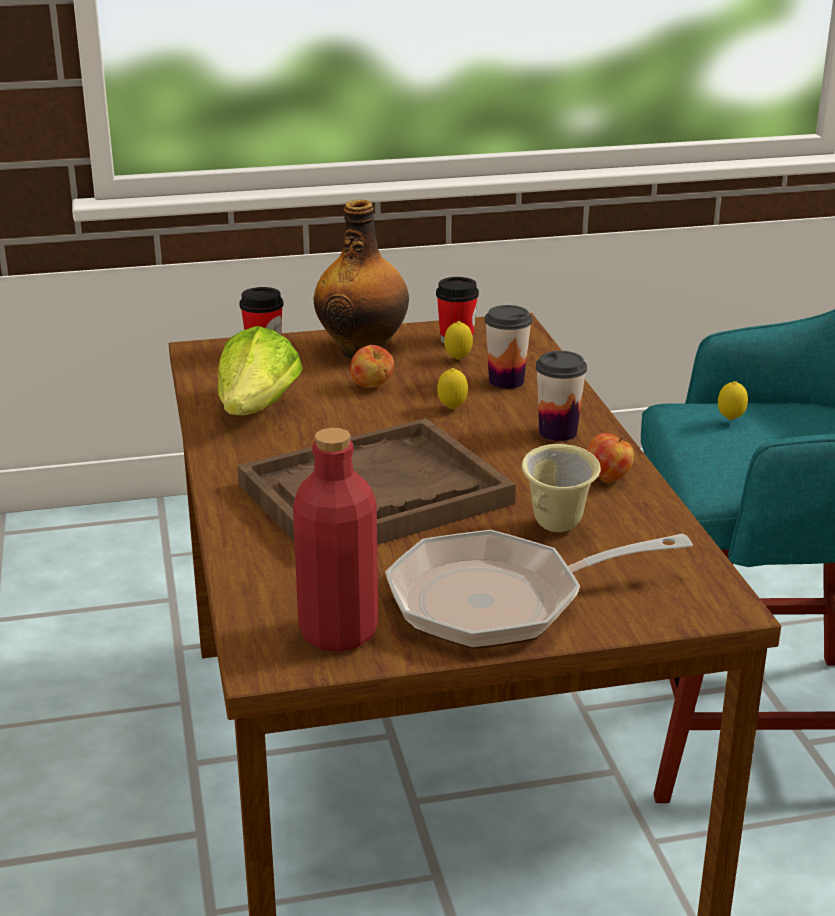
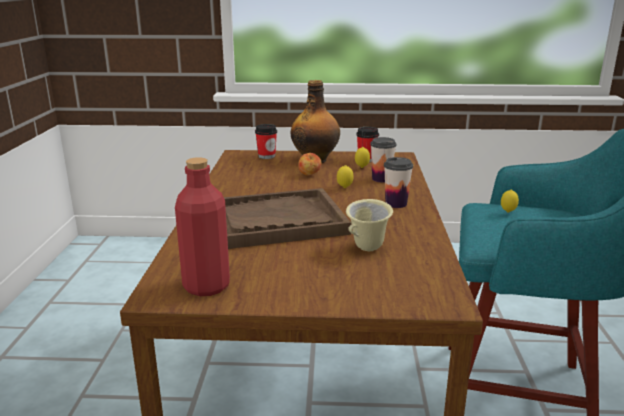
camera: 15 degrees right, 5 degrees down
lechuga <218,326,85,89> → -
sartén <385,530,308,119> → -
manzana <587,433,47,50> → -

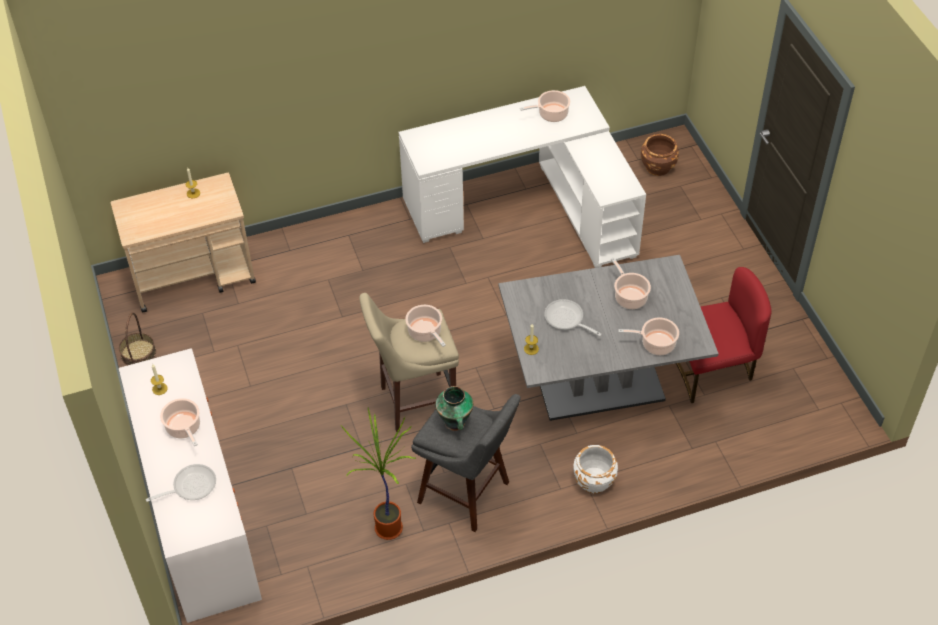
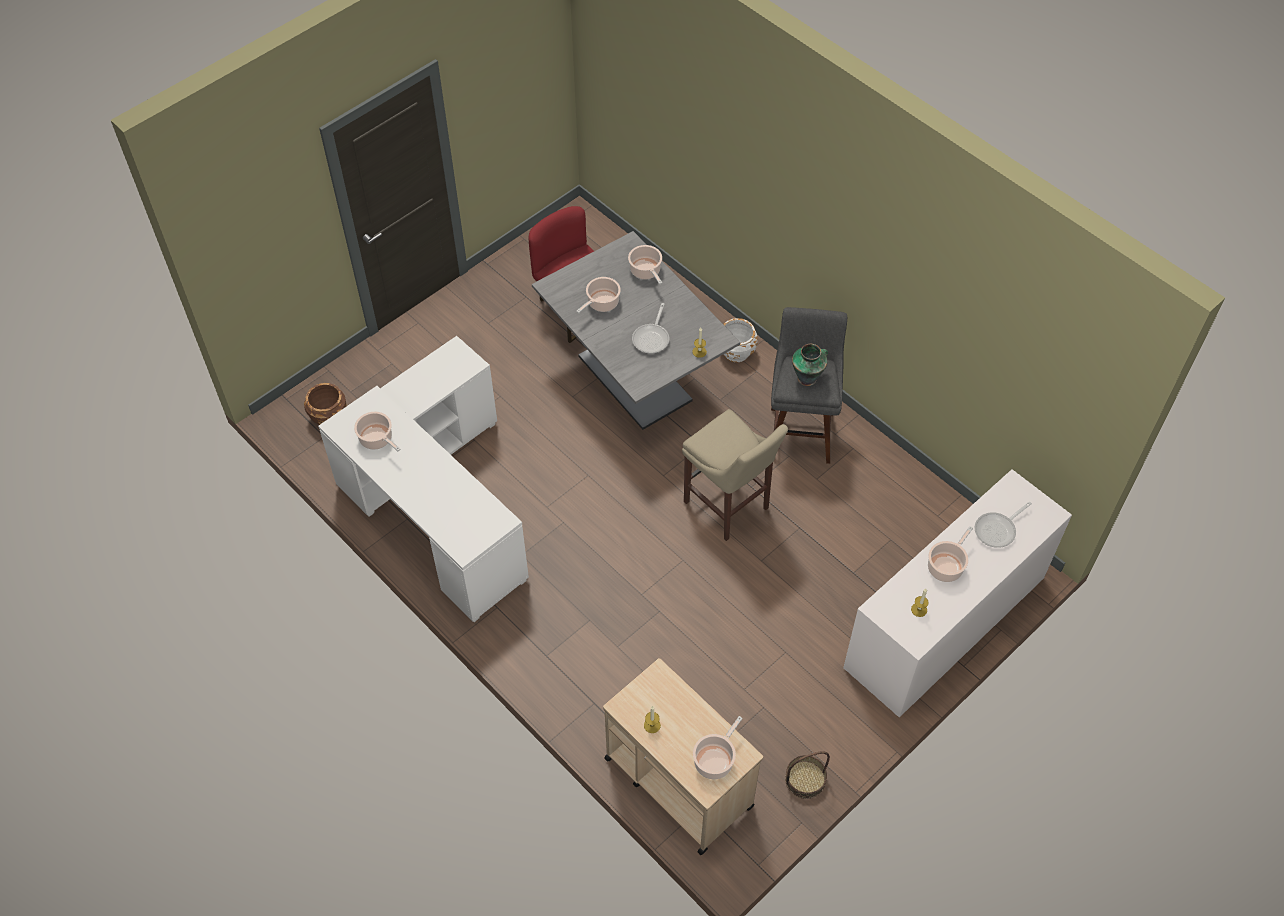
camera: 115 degrees left, 5 degrees up
sartén <146,464,70,38> → sartén <974,502,58,46>, 75 degrees counterclockwise
planta en maceta <341,407,75,133> → -
olla <405,305,41,42> → olla <693,716,50,63>, relocated

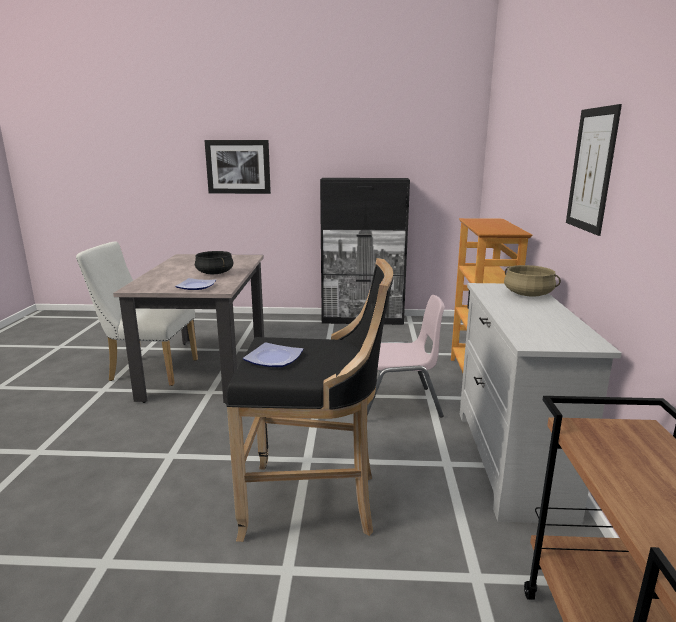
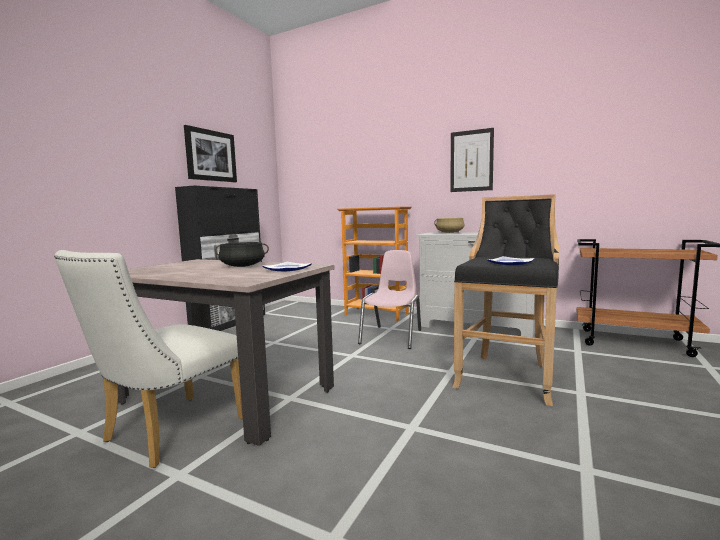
camera: 65 degrees left, 10 degrees down
cuadro <204,140,67,54> → cuadro <184,125,53,57>, relocated

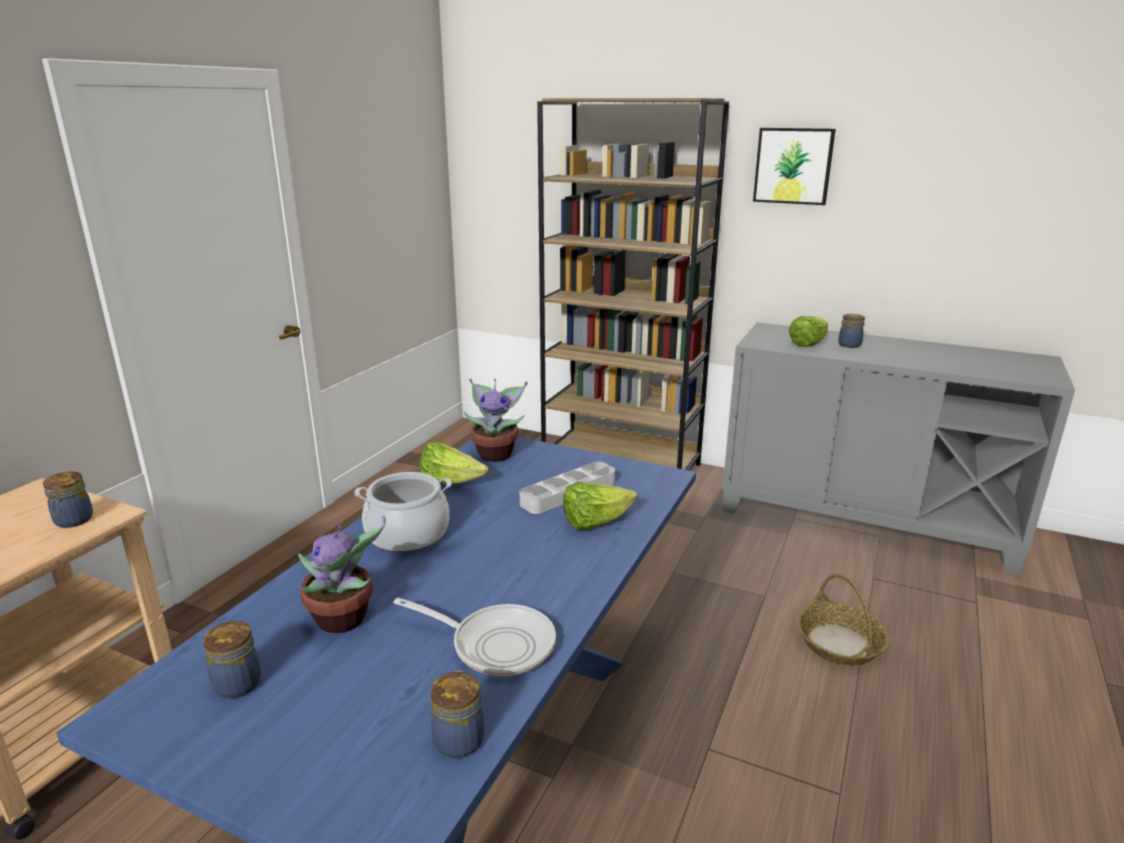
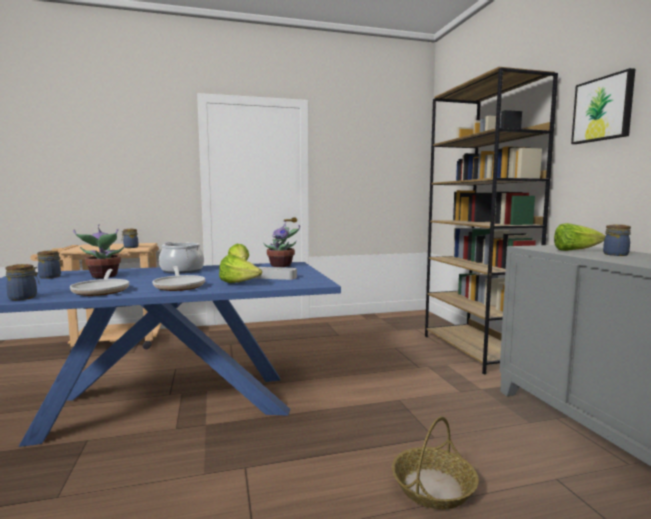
camera: 50 degrees right, 15 degrees down
- → sartén <152,266,53,25>

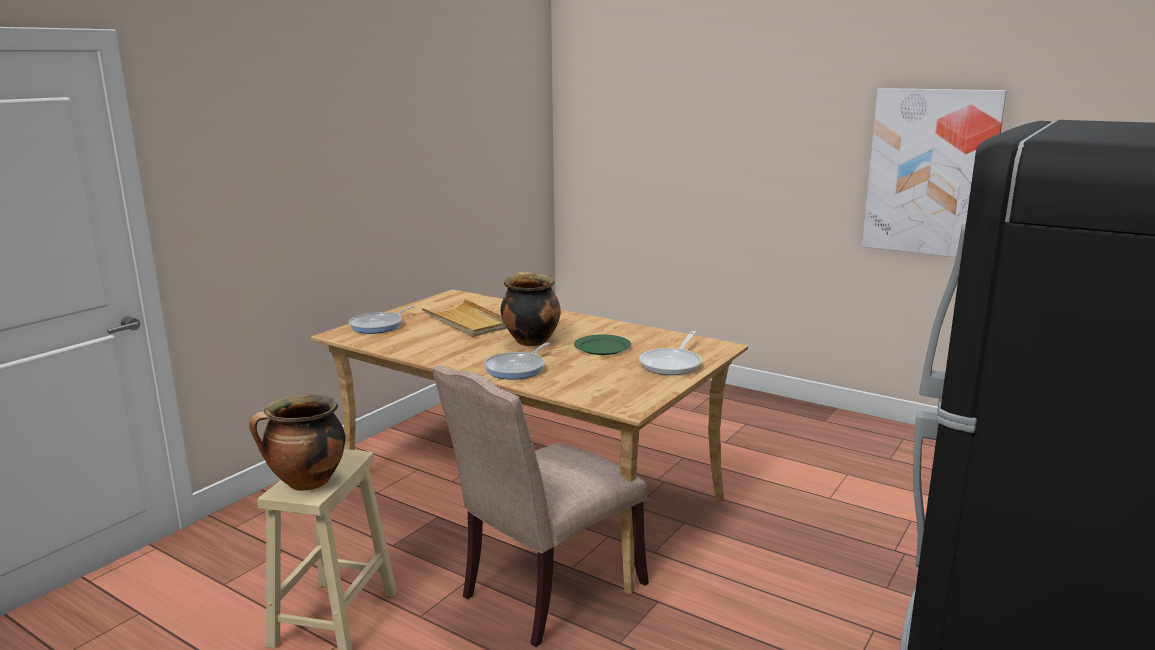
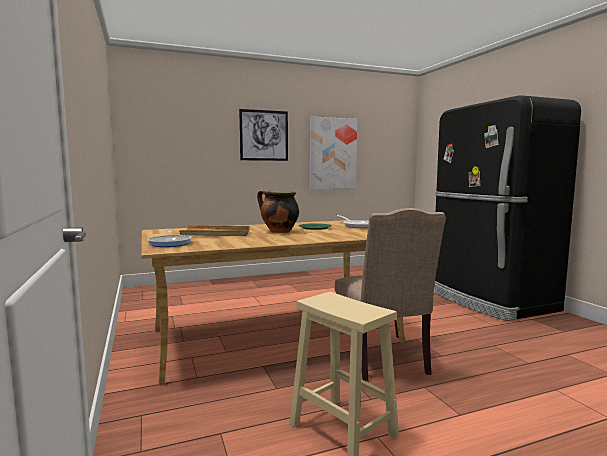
camera: 55 degrees left, 10 degrees down
olla <249,394,96,97> → -
sartén <484,343,66,37> → -
- → cuadro <239,109,49,52>

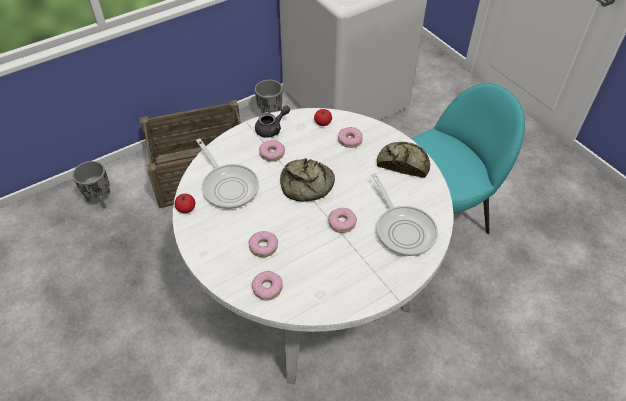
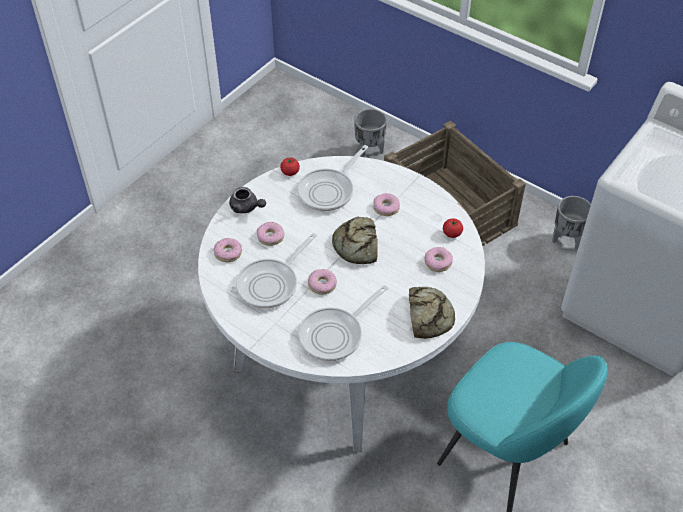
camera: 70 degrees right, 0 degrees up
tetera (gris) <255,105,35,33> → tetera (gris) <229,187,37,26>, relocated
- → sartén <236,233,81,75>

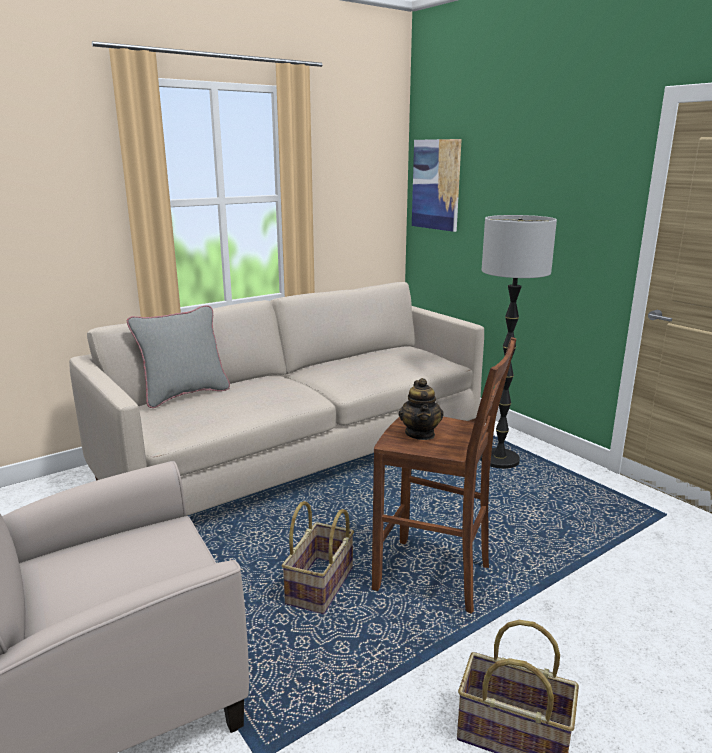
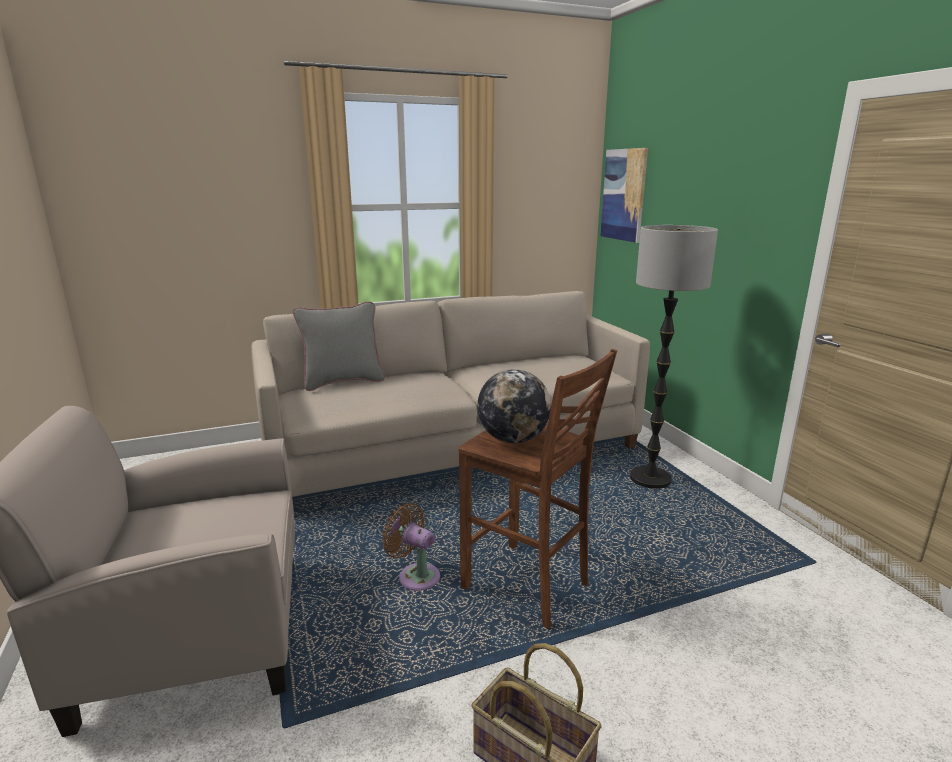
camera: 15 degrees right, 0 degrees up
cesta <282,501,72,113> → ventilador (marrón) <382,503,58,87>
tetera <398,378,46,62> → globo terráqueo <477,369,74,74>

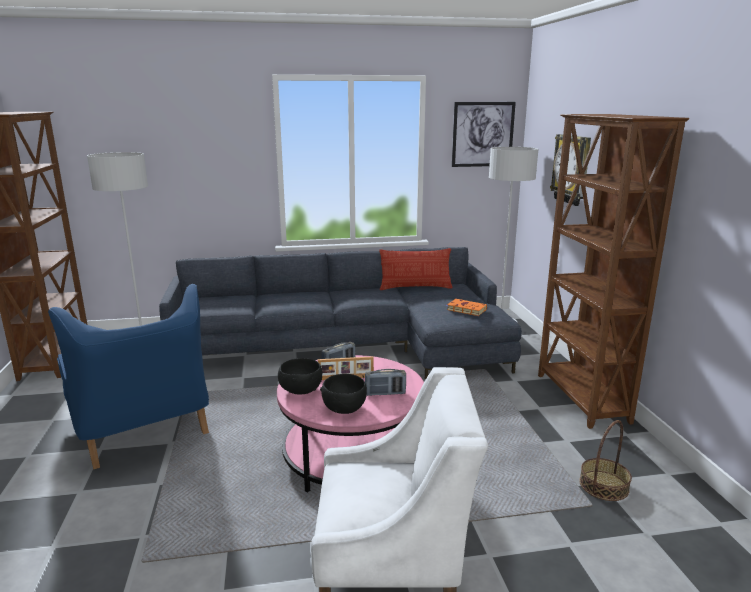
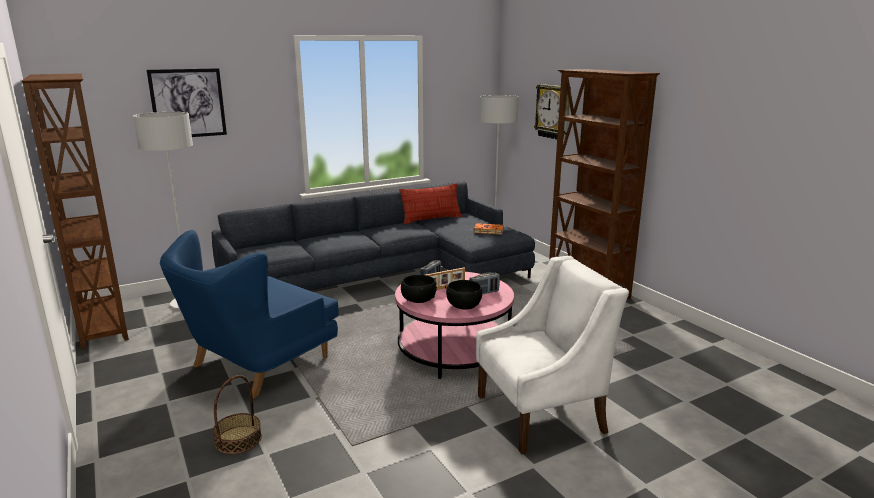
camera: 20 degrees left, 0 degrees up
sillón (azul) <48,284,161,185> → sillón (azul) <160,230,179,169>, 90 degrees clockwise
cuadro <452,102,64,65> → cuadro <147,68,80,69>, relocated
cesta <579,420,53,81> → cesta <213,375,49,79>, relocated

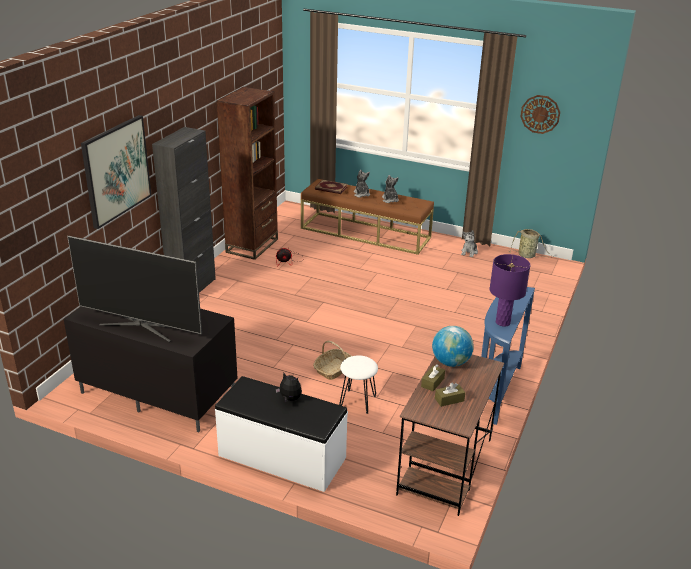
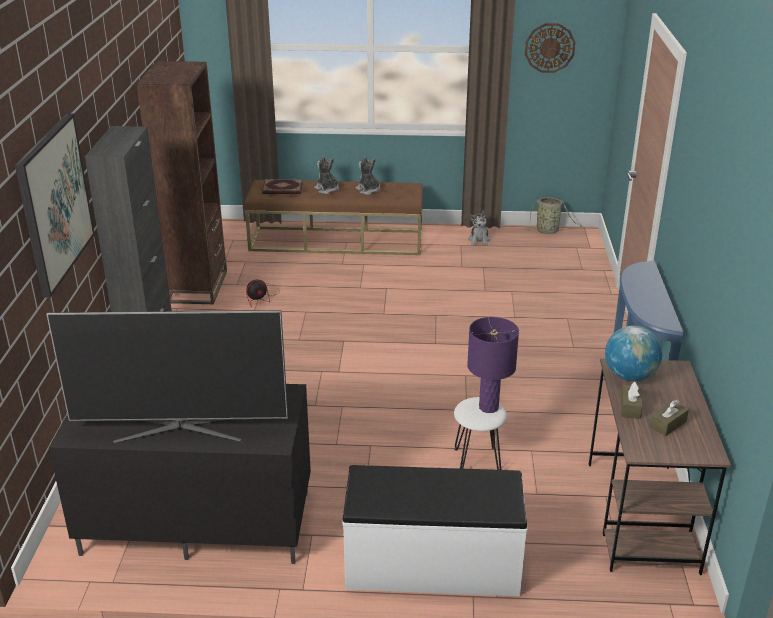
camera: 20 degrees left, 0 degrees up
peluche <275,373,27,31> → -
cesta <313,341,39,39> → -
lámpara de mesa (morado) <490,254,40,73> → lámpara de mesa (morado) <467,317,52,96>, relocated

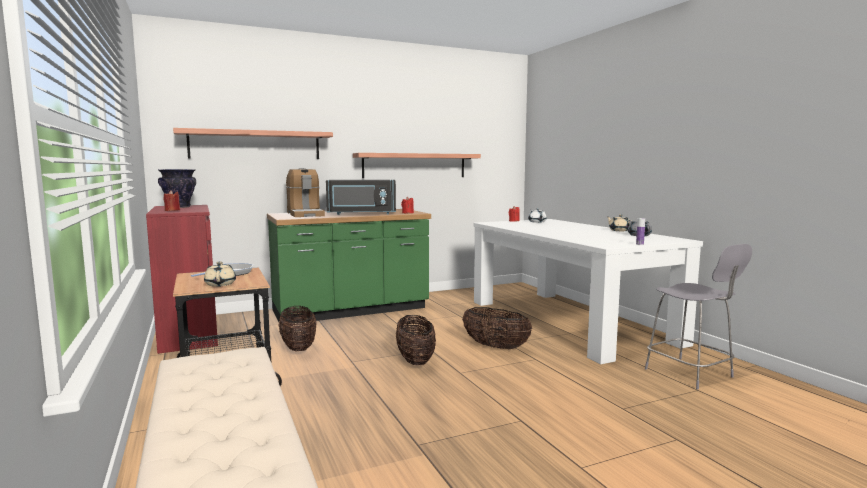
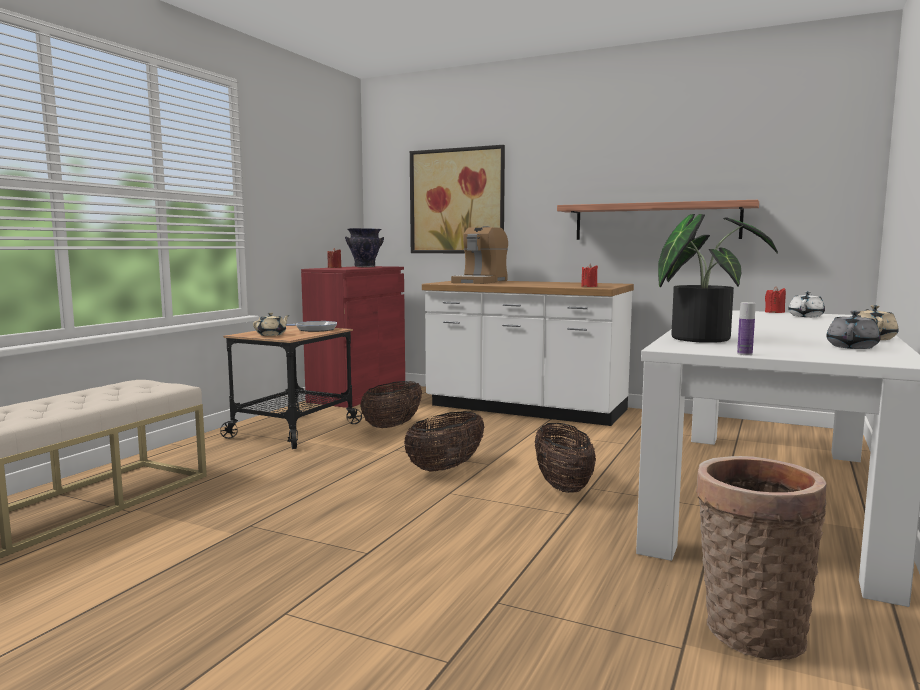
camera: 50 degrees right, 0 degrees up
estante <173,128,160,31> → cuadro <410,145,95,108>
mueble bajo de cocina (verde) <267,209,164,115> → mueble bajo de cocina (blanco) <422,281,212,145>
microondas (negro) <326,180,70,35> → -
silla (gris) <645,244,107,146> → cesta <695,456,132,204>
- → planta en maceta <658,214,120,129>

